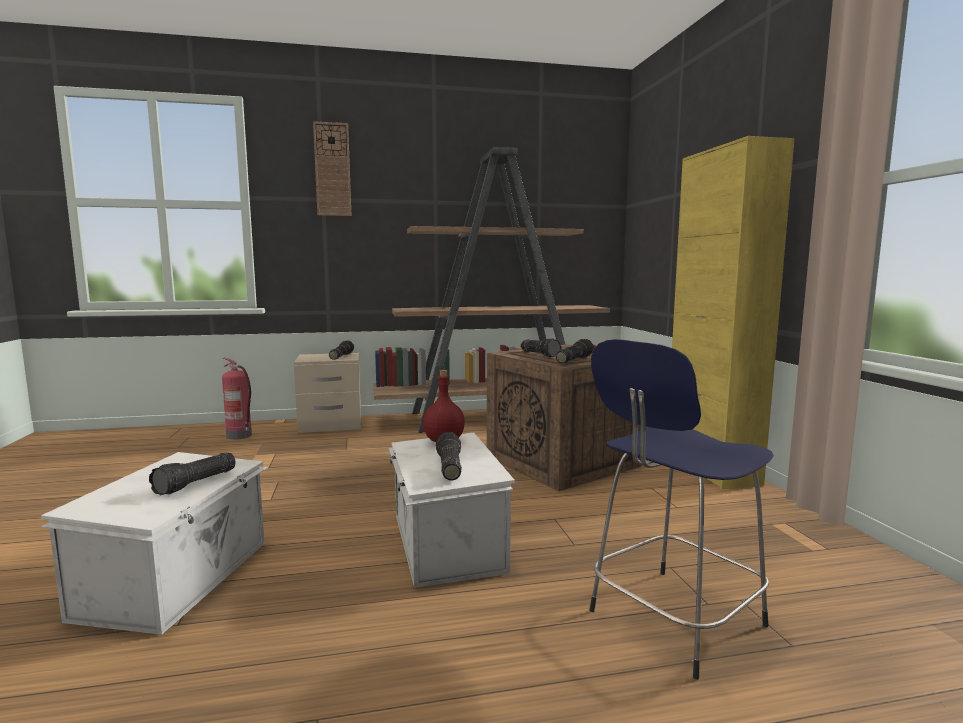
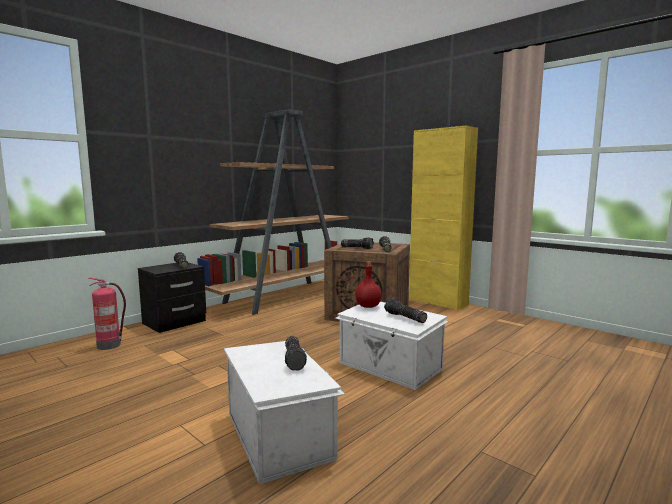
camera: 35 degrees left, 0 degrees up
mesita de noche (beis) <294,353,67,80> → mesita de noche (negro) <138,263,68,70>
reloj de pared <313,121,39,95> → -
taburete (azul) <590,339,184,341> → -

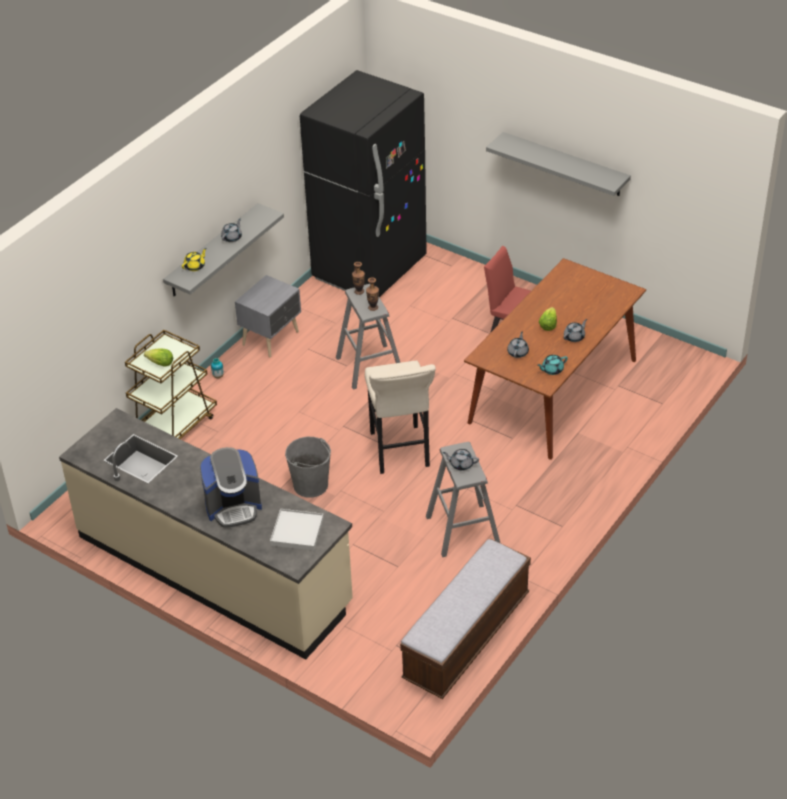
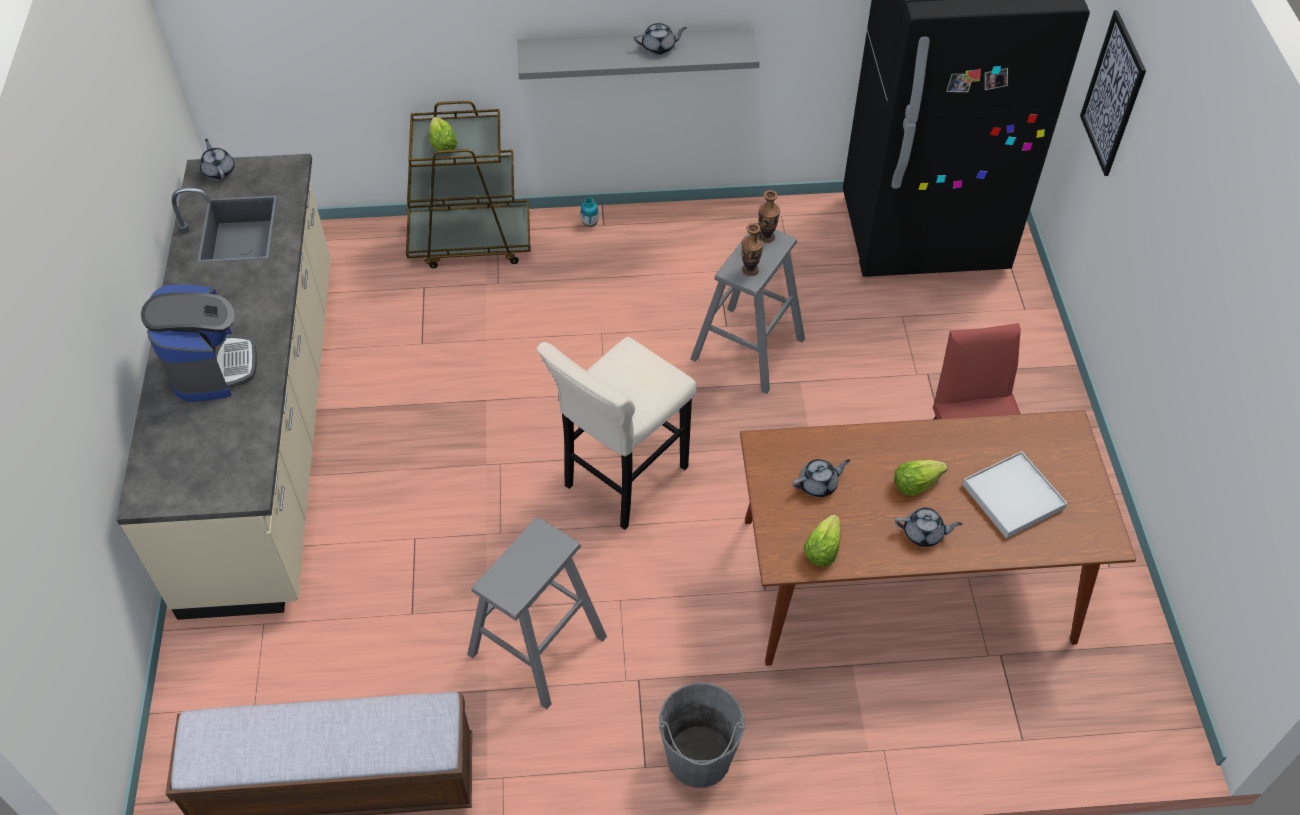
camera: 50 degrees right, 10 degrees up
tetera (amarillo) <182,248,25,23> → -
cafetera <200,447,62,81> → cafetera <141,285,116,117>, 135 degrees counterclockwise
mesita de noche (gris) <235,275,66,82> → -
bandeja (blanco) <270,509,54,42> → bandeja (blanco) <962,451,105,87>, relocated
cubo (gris) <285,437,46,61> → cubo (gris) <658,683,87,105>, relocated
tetera (gris) <442,449,37,22> → tetera (gris) <200,139,35,41>, relocated
estante (gris) <486,132,145,64> → -
tetera (turquesa) <537,355,31,20> → lechuga <803,515,37,52>
- → cuadro <1080,10,66,166>

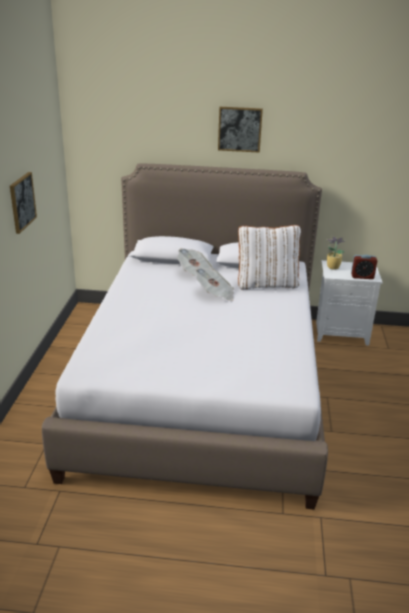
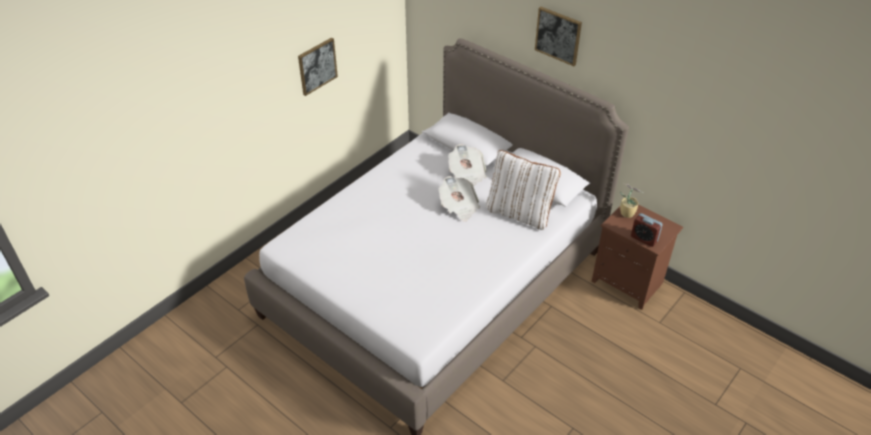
camera: 35 degrees right, 15 degrees up
mesita de noche (blanco) <316,260,67,86> → mesita de noche (marrón) <592,205,91,105>

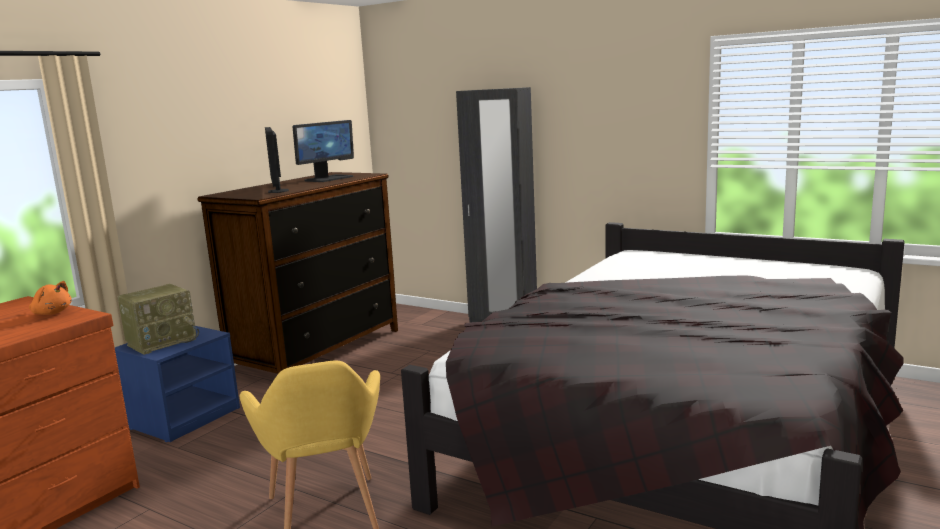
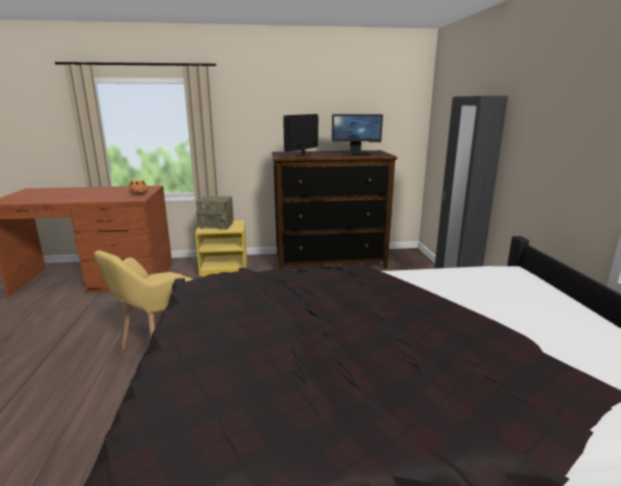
camera: 50 degrees right, 5 degrees up
mesita de noche (azul) <115,326,125,116> → mesita de noche (amarillo) <195,220,52,57>

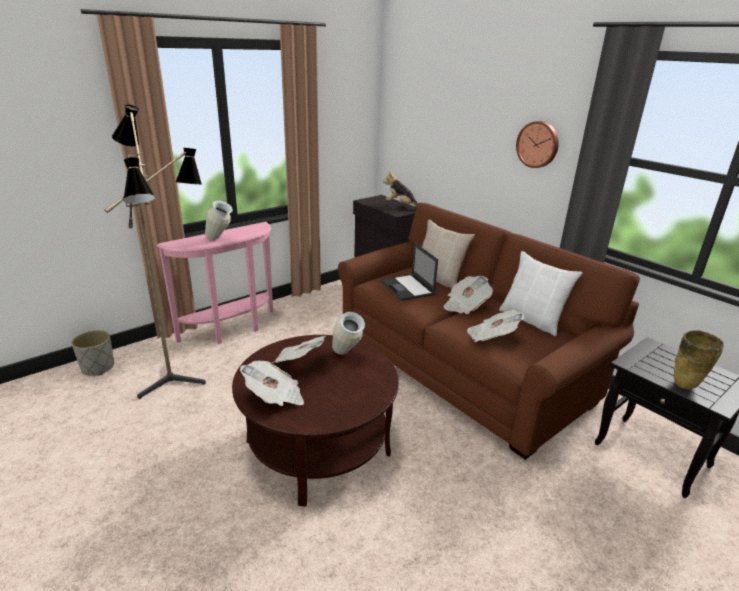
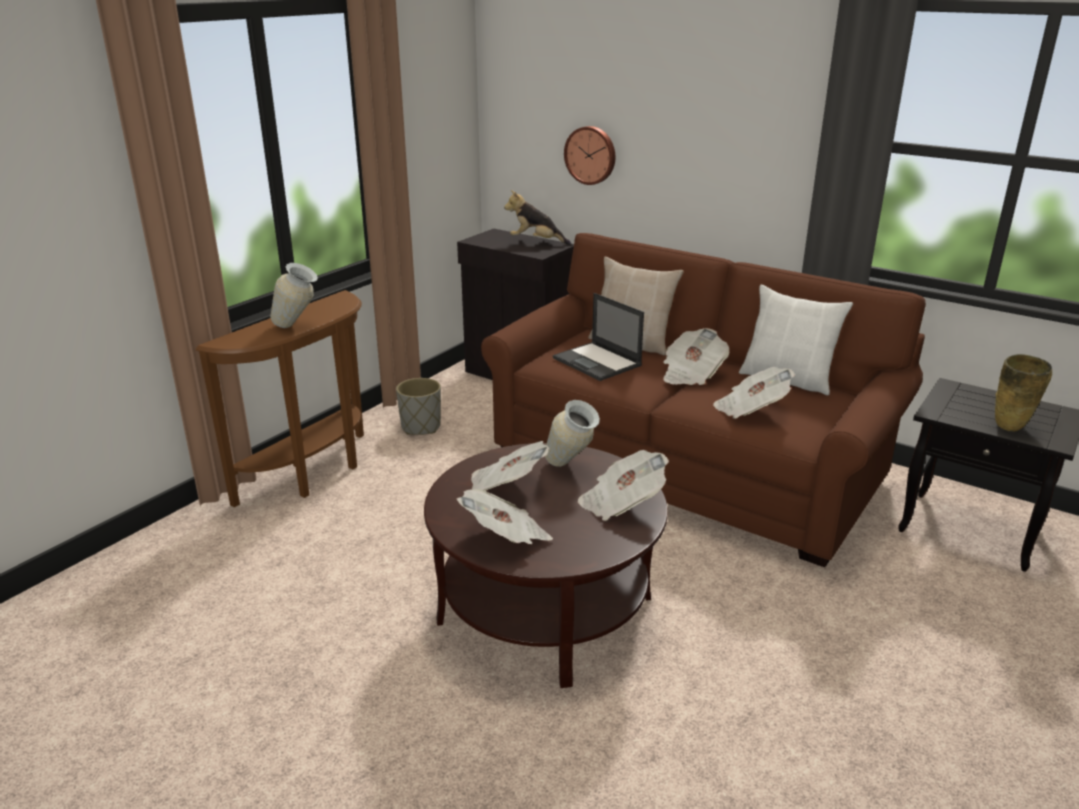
camera: 15 degrees left, 0 degrees up
maceta (gris) <71,330,43,46> → maceta (gris) <396,378,45,57>, relocated
lámpara de pie <104,105,102,294> → -
mesa consola (rosa) <157,222,116,122> → mesa consola (marrón) <196,290,168,217>
reloj de pared <516,121,43,47> → reloj de pared <564,126,51,59>, relocated
- → periódico <578,450,91,71>

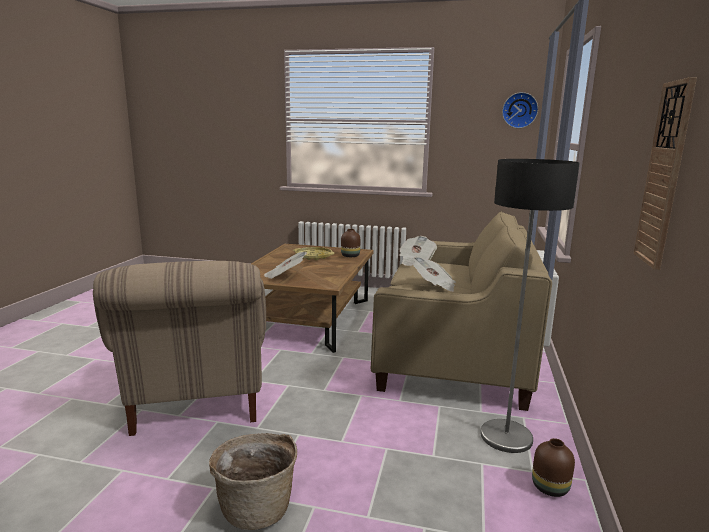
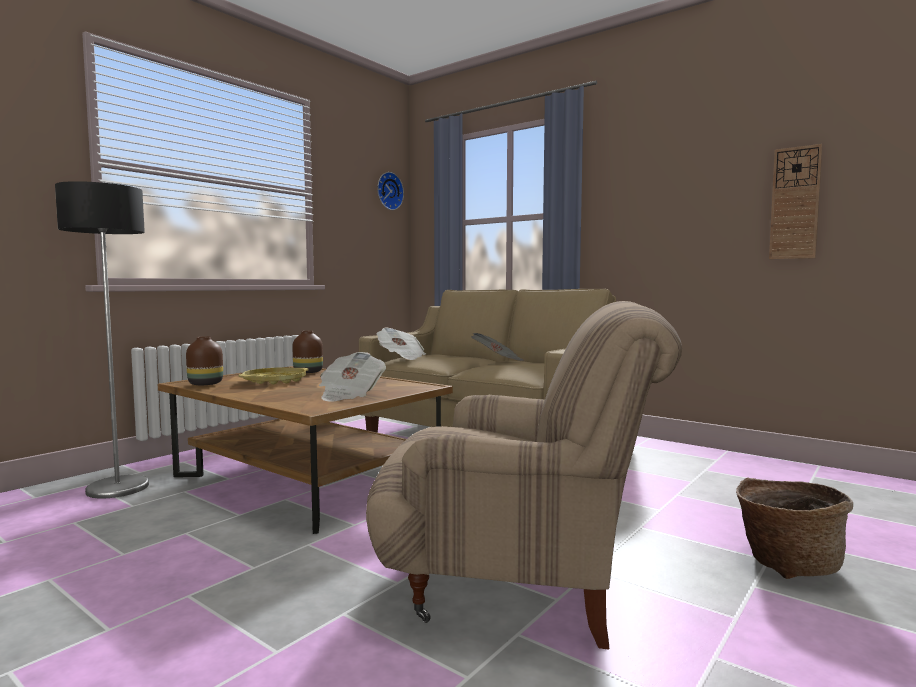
camera: 65 degrees left, 10 degrees down
lámpara de pie <480,159,100,294> → lámpara de pie <55,181,94,318>, relocated
florero (marrón) <532,438,43,59> → florero (marrón) <186,336,37,49>, relocated

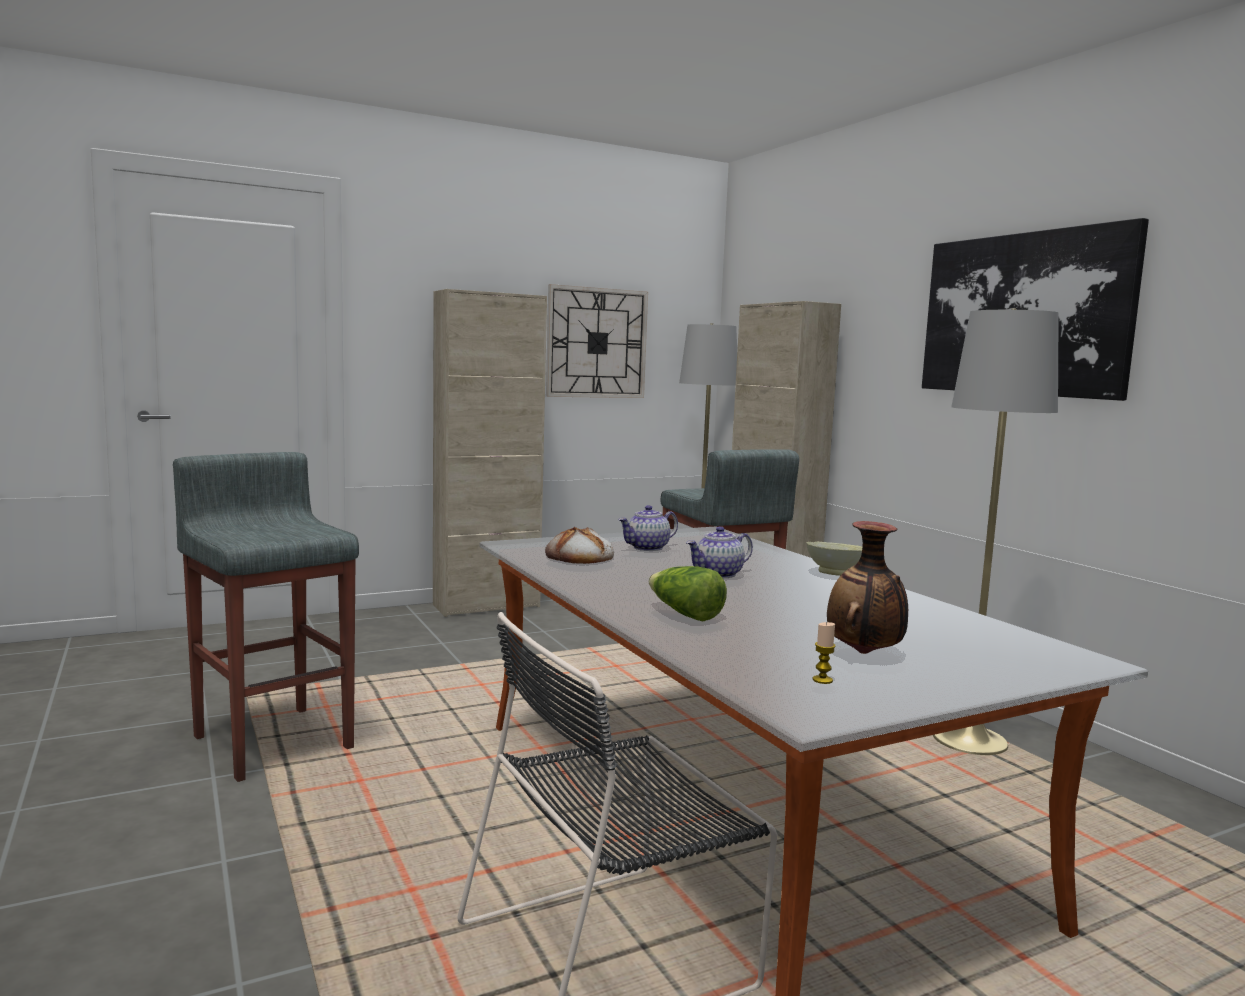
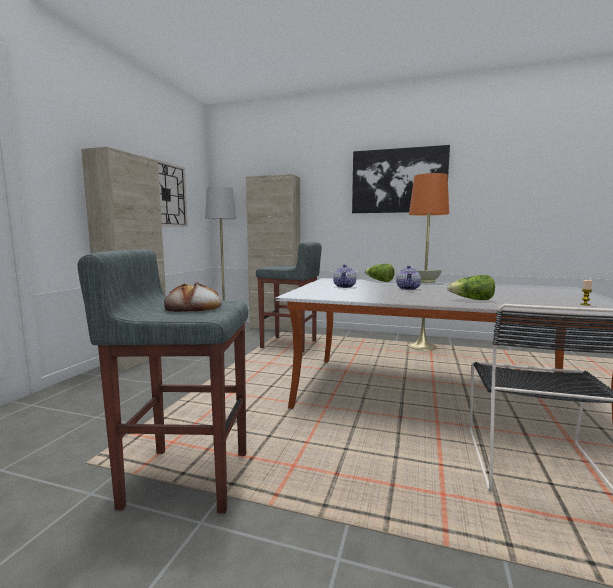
camera: 45 degrees left, 0 degrees up
pan <545,527,69,37> → pan <164,282,58,30>, relocated
florero <827,521,81,133> → -
lámpara de pie (gris) <933,309,126,446> → lámpara de pie (naranja) <408,173,41,178>
- → lechuga <365,264,29,18>

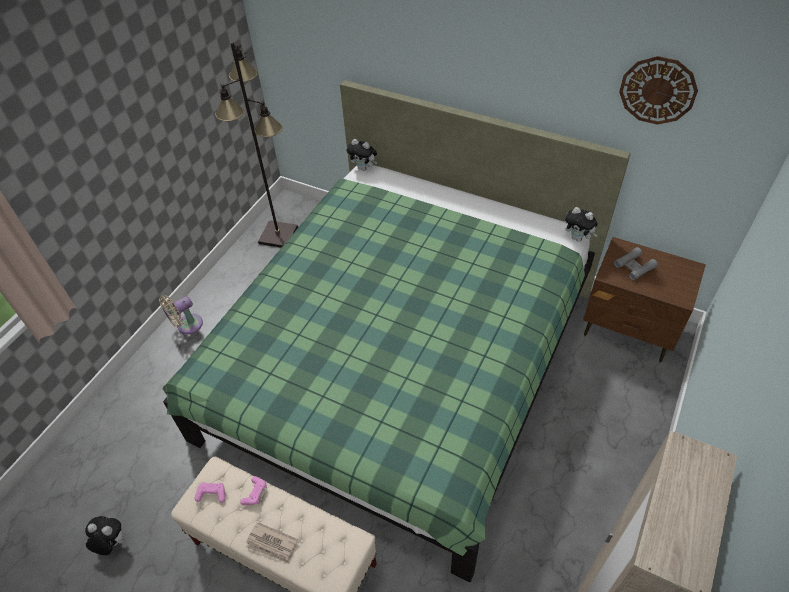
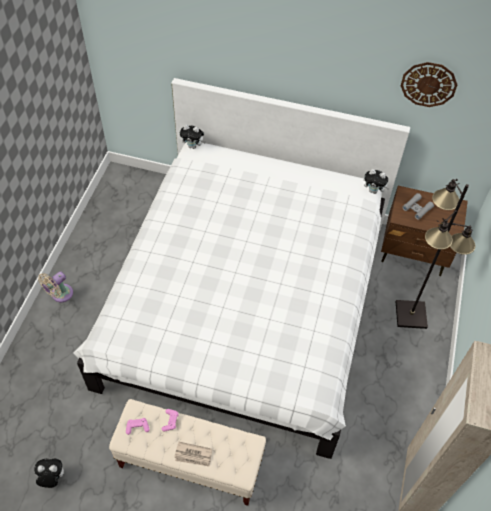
camera: 15 degrees left, 5 degrees up
cama (verde) <162,80,469,502> → cama (blanco) <73,78,337,381>
lámpara de pie (negro) <215,42,83,206> → lámpara de pie (negro) <396,179,79,150>, relocated

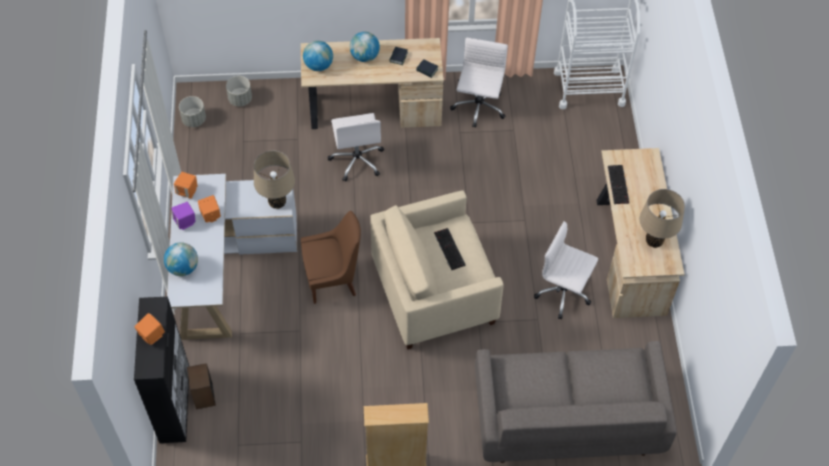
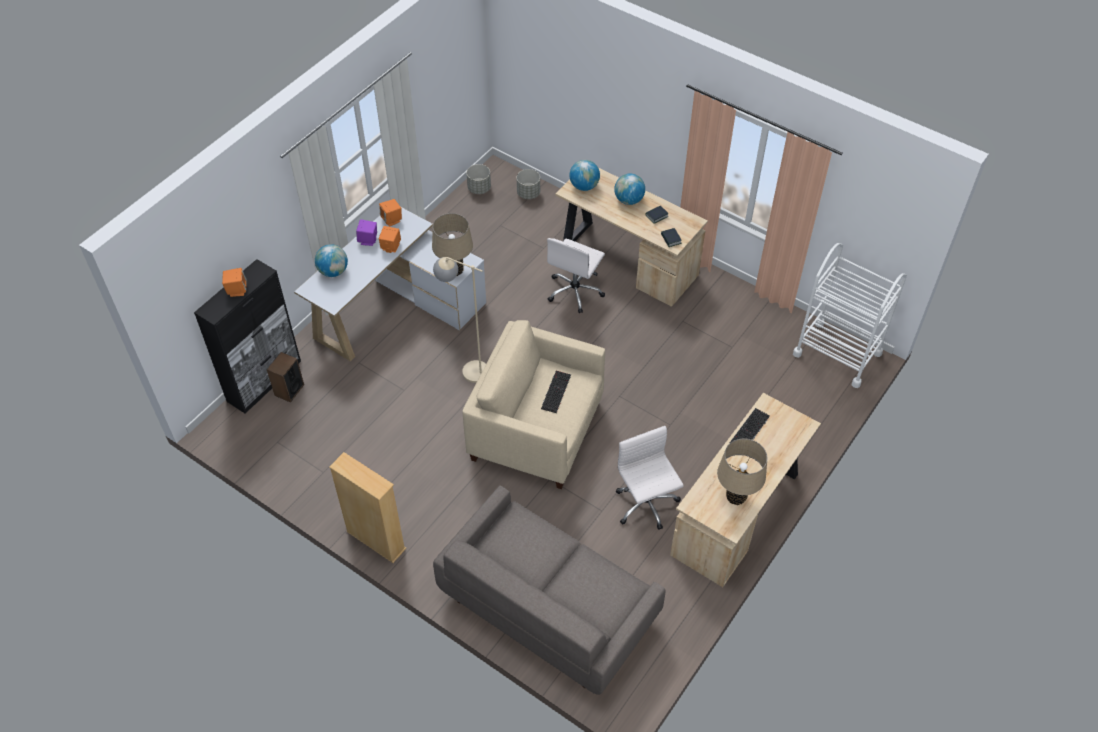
camera: 40 degrees right, 5 degrees down
silla (marrón) <301,211,60,93> → lámpara de pie (beis) <433,257,53,126>
silla de oficina (blanco) <450,38,58,90> → -

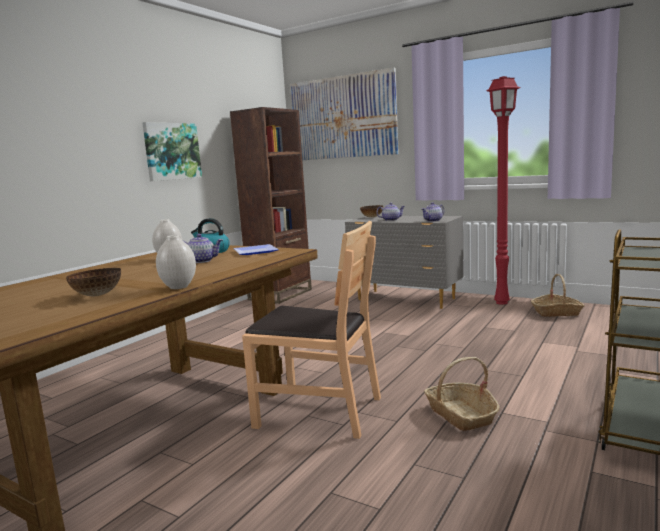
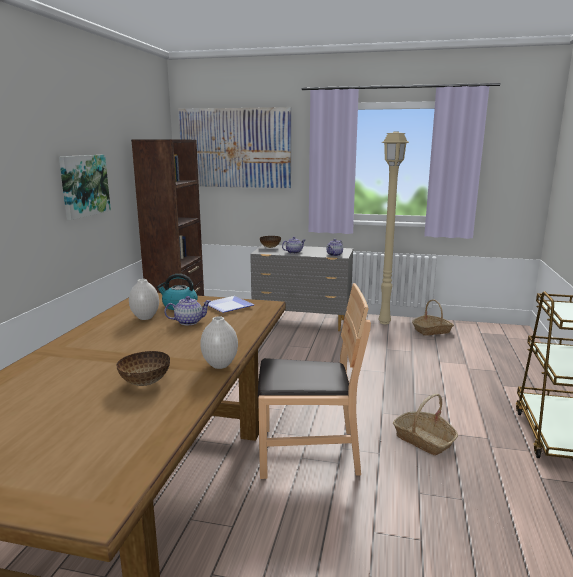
camera: 20 degrees left, 5 degrees up
lámpara de pie (rojo) <486,76,34,229> → lámpara de pie (beis) <378,131,31,193>

